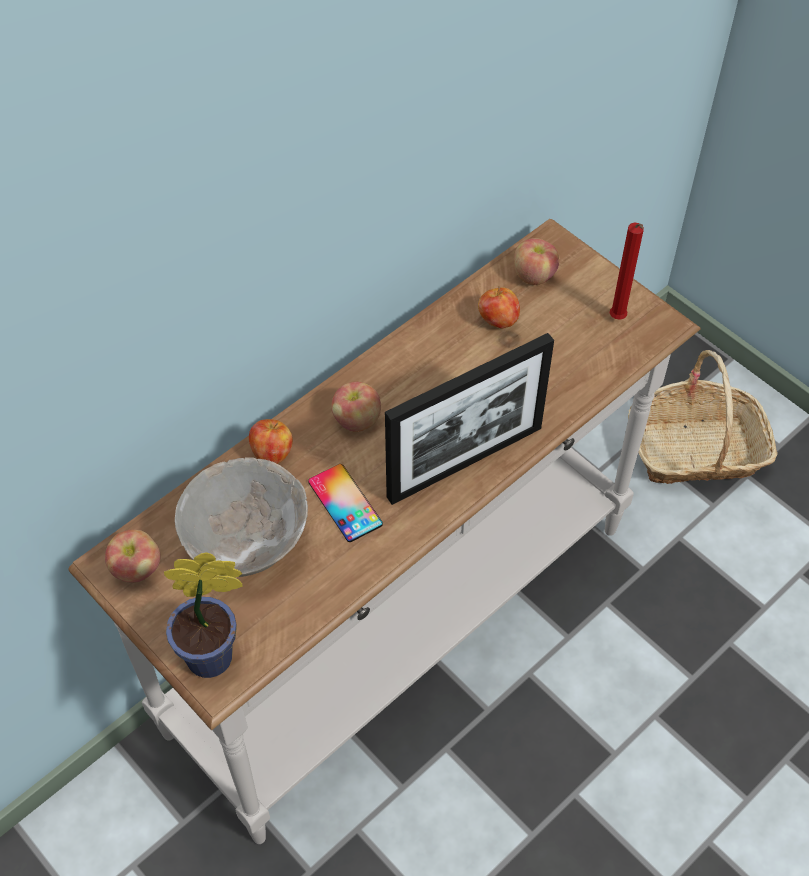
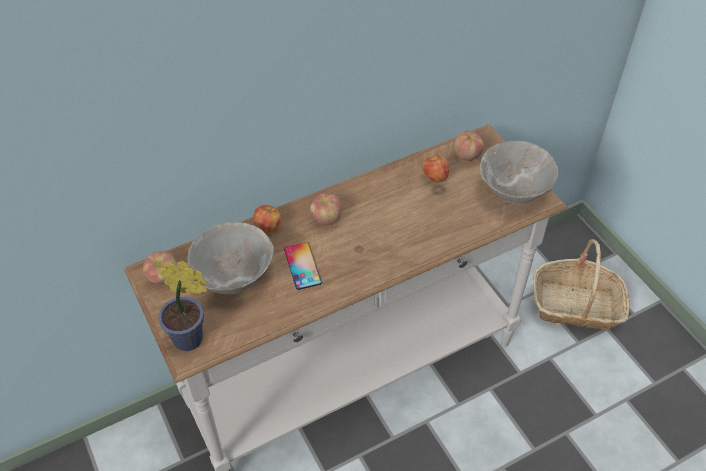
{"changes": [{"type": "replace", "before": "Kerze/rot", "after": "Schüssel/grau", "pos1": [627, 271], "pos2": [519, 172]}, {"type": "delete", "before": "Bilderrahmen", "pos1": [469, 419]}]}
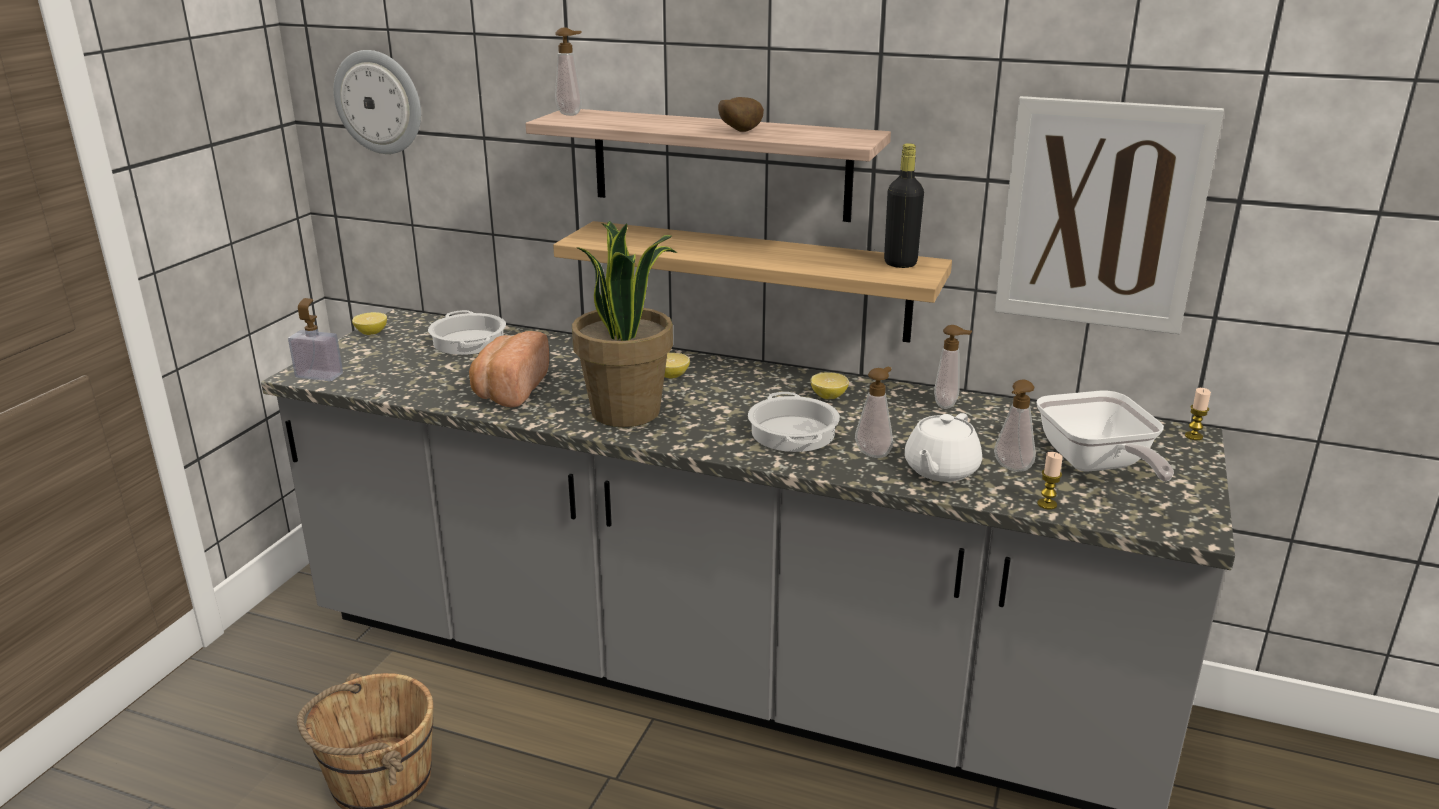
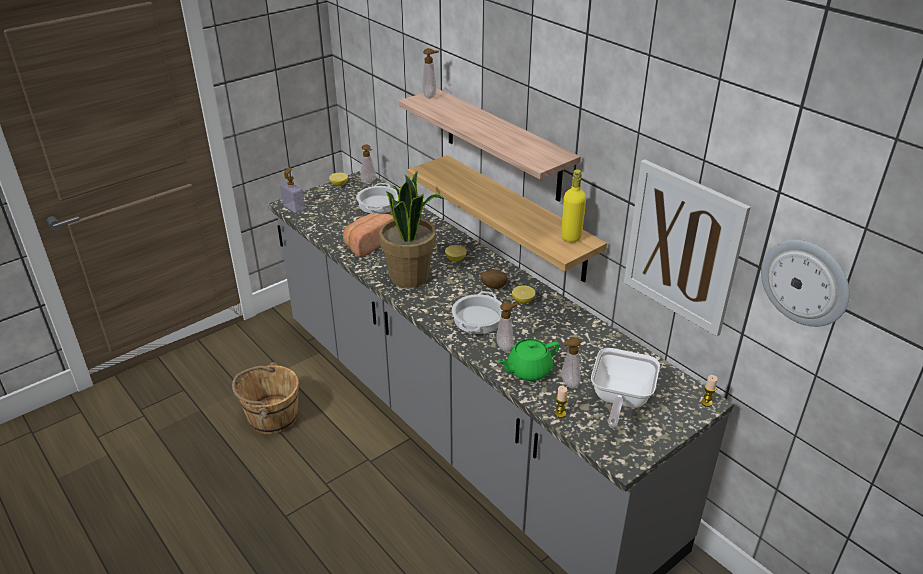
{"changes": [{"type": "move", "before": "Seifenspender", "pos1": [953, 367], "pos2": [368, 164]}, {"type": "move", "before": "Kartoffel", "pos1": [741, 114], "pos2": [494, 279]}, {"type": "recolor", "before": "Teekanne/weiß", "after": "Teekanne/grün", "pos1": [943, 447], "pos2": [528, 360]}, {"type": "recolor", "before": "Flasche/schwarz", "after": "Flasche/gelb", "pos1": [904, 205], "pos2": [573, 206]}, {"type": "move", "before": "Wanduhr", "pos1": [377, 102], "pos2": [805, 283]}]}
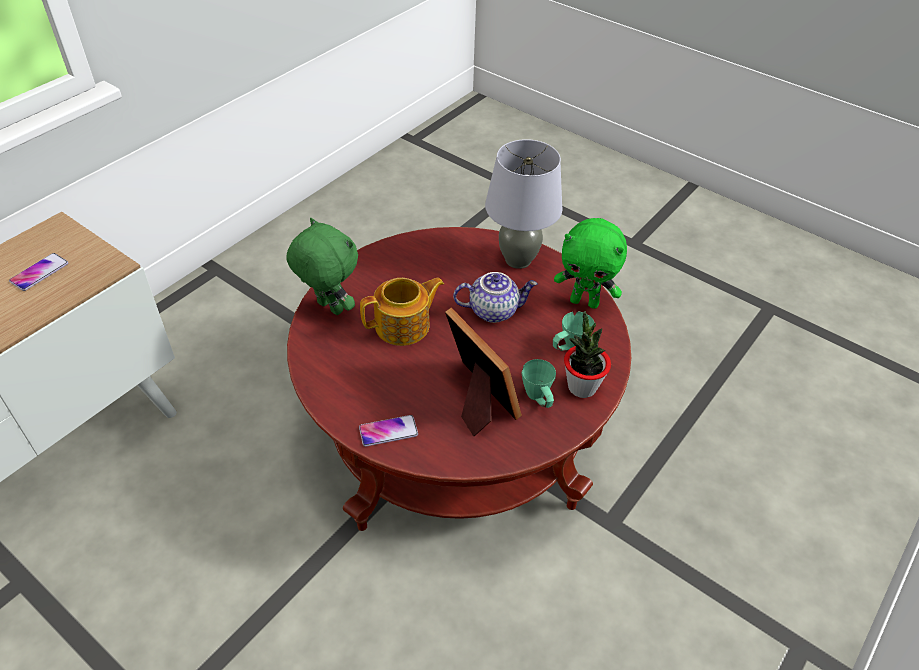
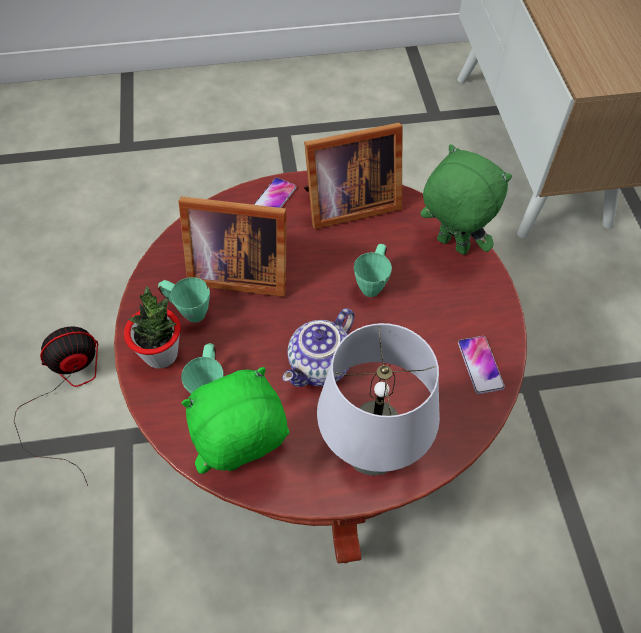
{"changes": [{"type": "insert", "after": "Ventilator", "pos2": [56, 406]}, {"type": "insert", "after": "Bilderrahmen", "pos2": [353, 175]}, {"type": "replace", "before": "Teekanne", "after": "Henkelbecher/grün", "pos1": [402, 312], "pos2": [373, 270]}, {"type": "rotate", "before": "Plüschtier/grün", "pos1": [322, 266], "pos2": [466, 199], "turn": -135}, {"type": "move", "before": "Handy", "pos1": [38, 272], "pos2": [481, 365]}]}
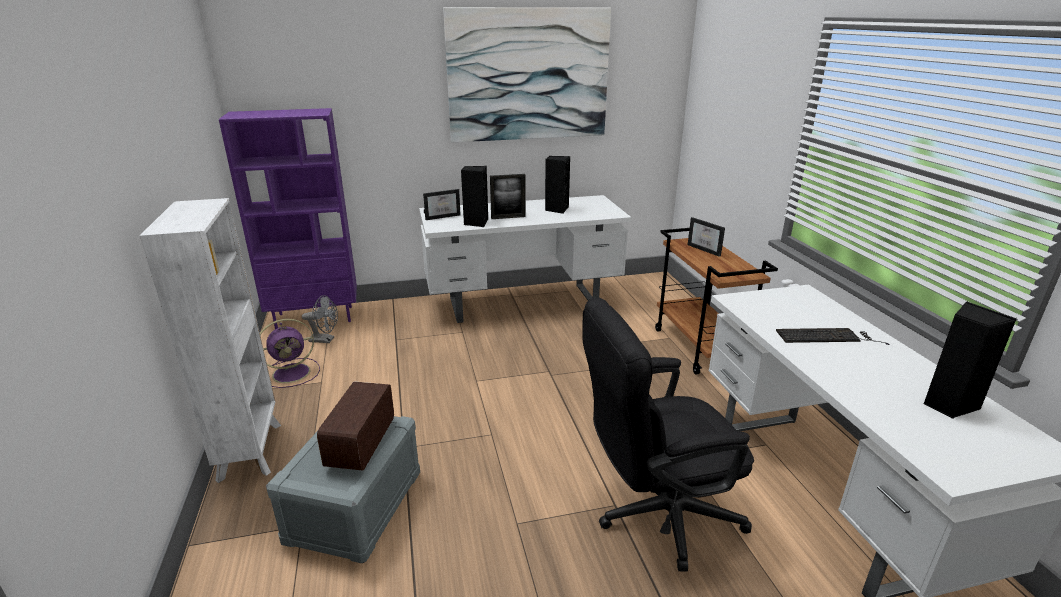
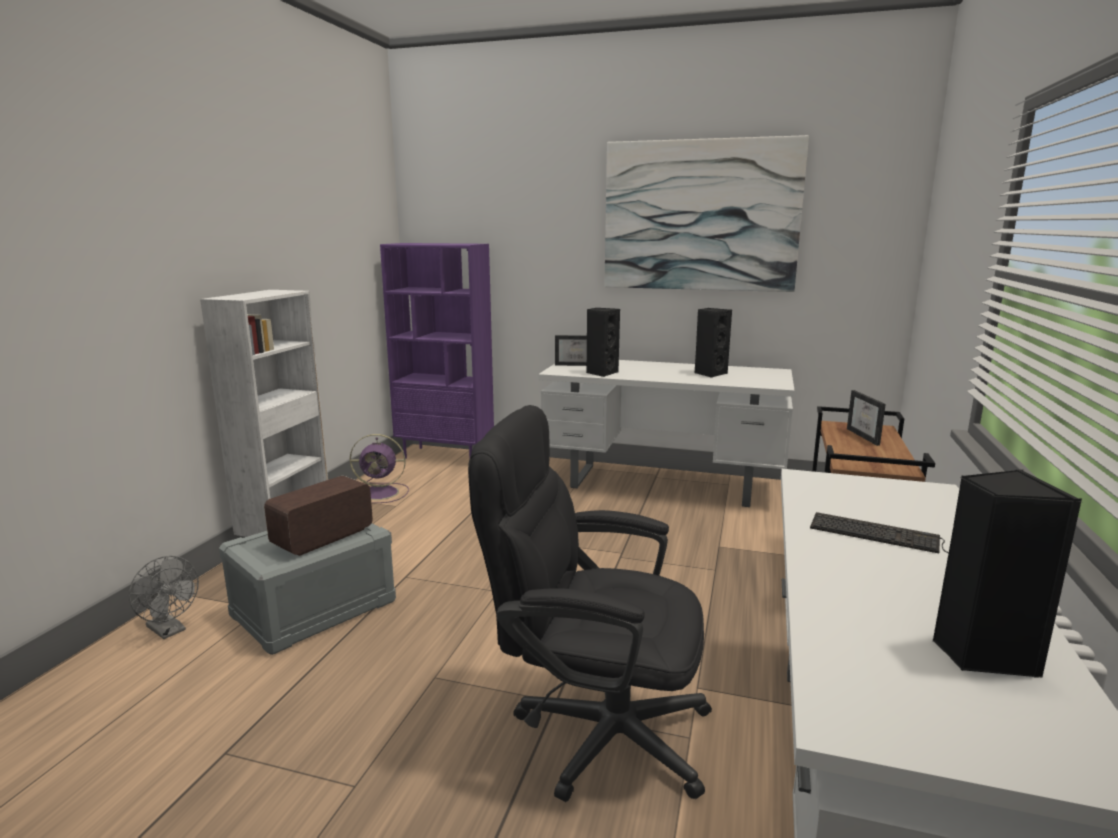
{"changes": [{"type": "move", "before": "Ventilator/grau", "pos1": [320, 319], "pos2": [164, 597]}, {"type": "delete", "before": "Bilderrahmen", "pos1": [508, 196]}]}
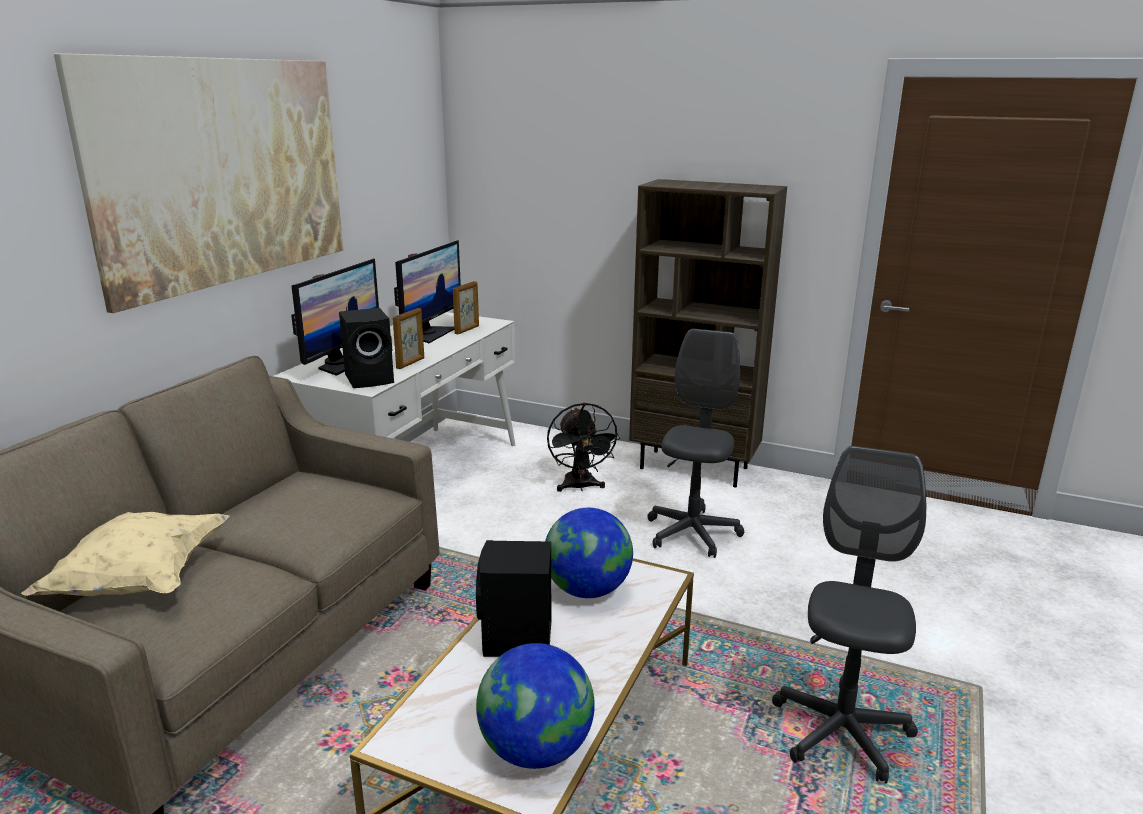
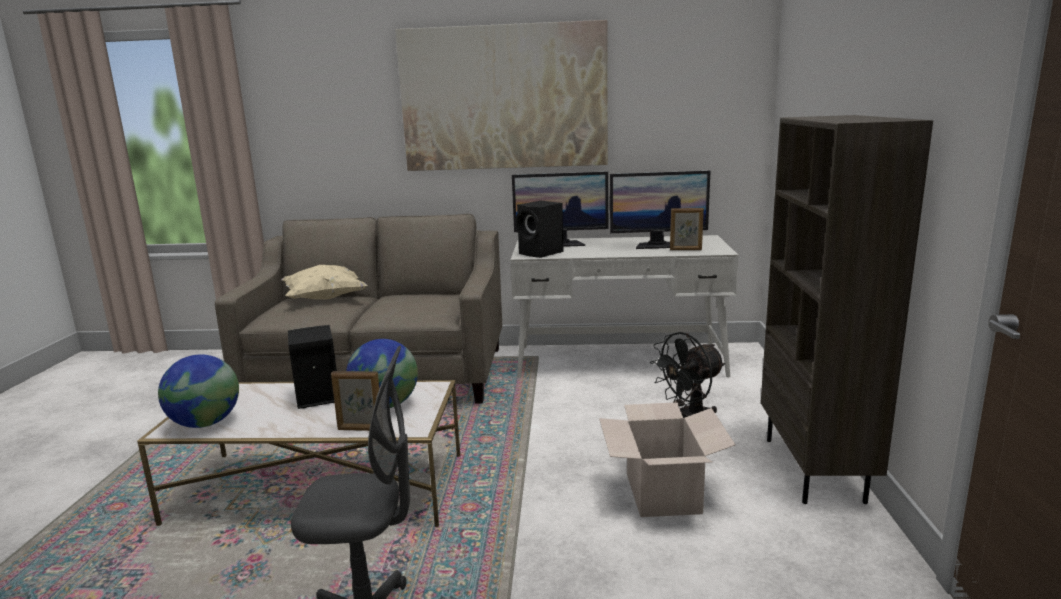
{"changes": [{"type": "move", "before": "Bilderrahmen", "pos1": [408, 338], "pos2": [355, 401]}, {"type": "replace", "before": "Bürostuhl/grau", "after": "Karton", "pos1": [696, 443], "pos2": [667, 459]}]}
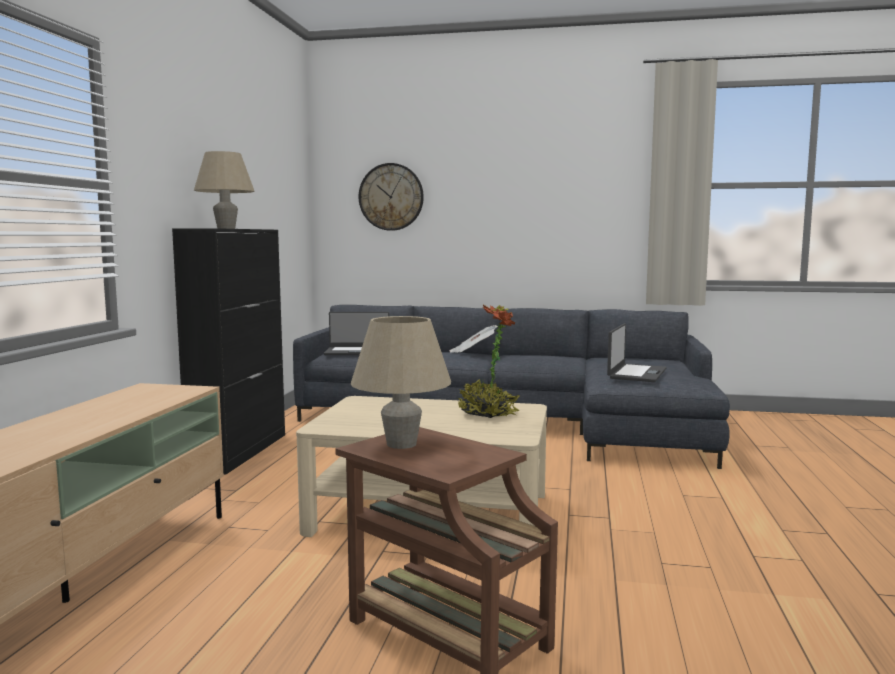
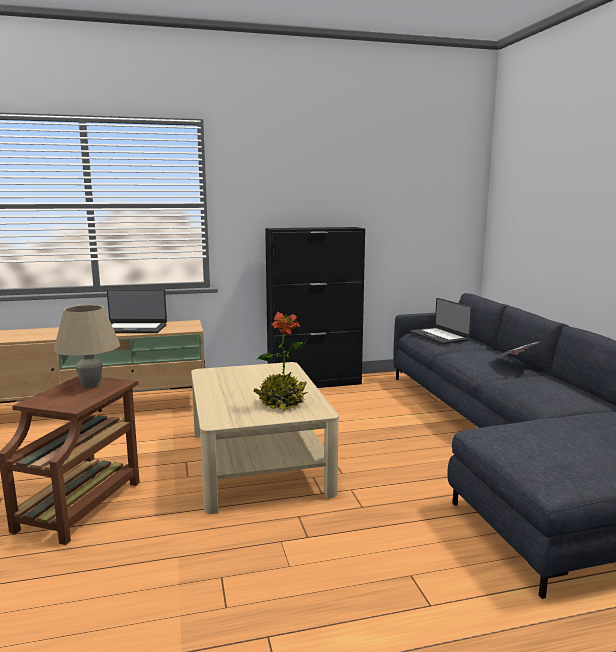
{"changes": [{"type": "move", "before": "Laptop", "pos1": [636, 352], "pos2": [137, 311]}, {"type": "delete", "before": "Tischlampe/beige", "pos1": [224, 190]}, {"type": "delete", "before": "Wanduhr", "pos1": [391, 197]}]}
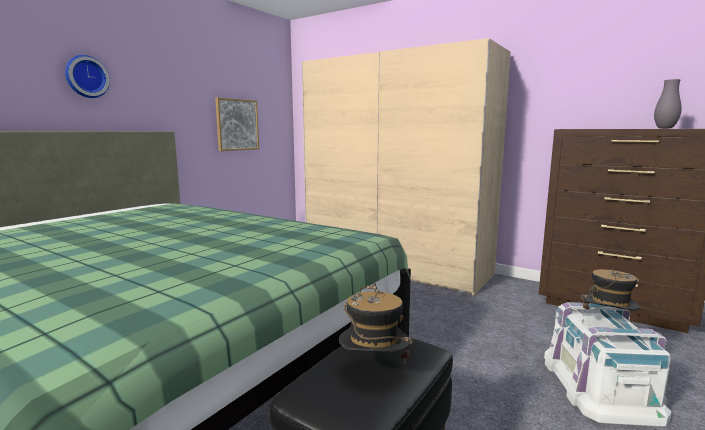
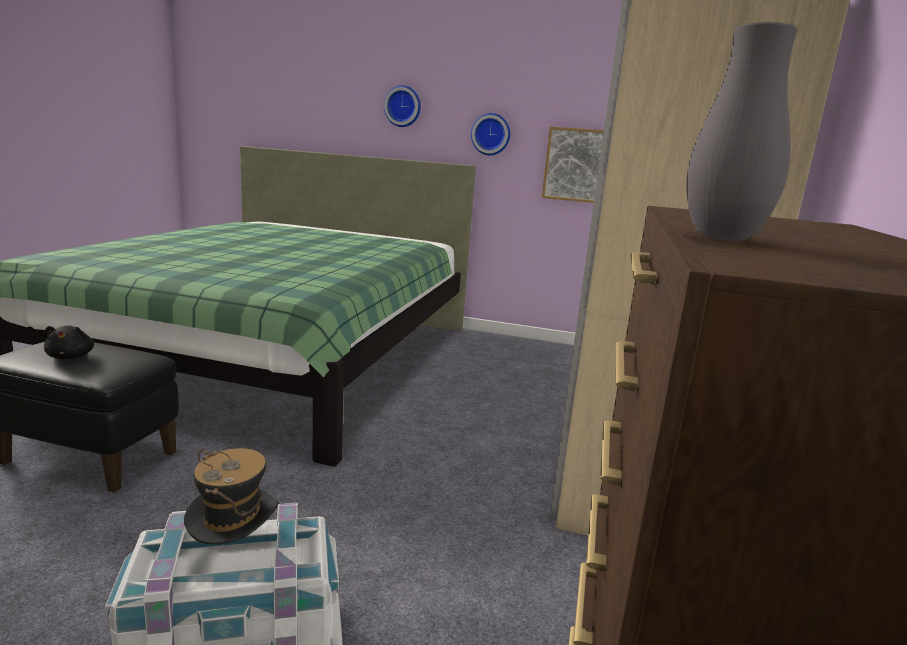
{"changes": [{"type": "replace", "before": "Hut", "after": "Plüschtier/schwarz", "pos1": [376, 323], "pos2": [68, 342]}, {"type": "insert", "after": "Wanduhr", "pos2": [490, 134]}]}
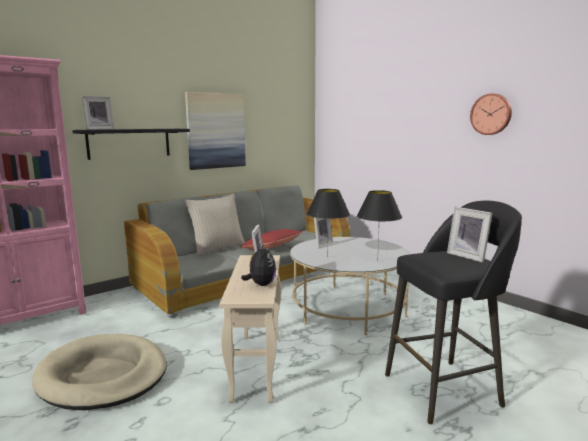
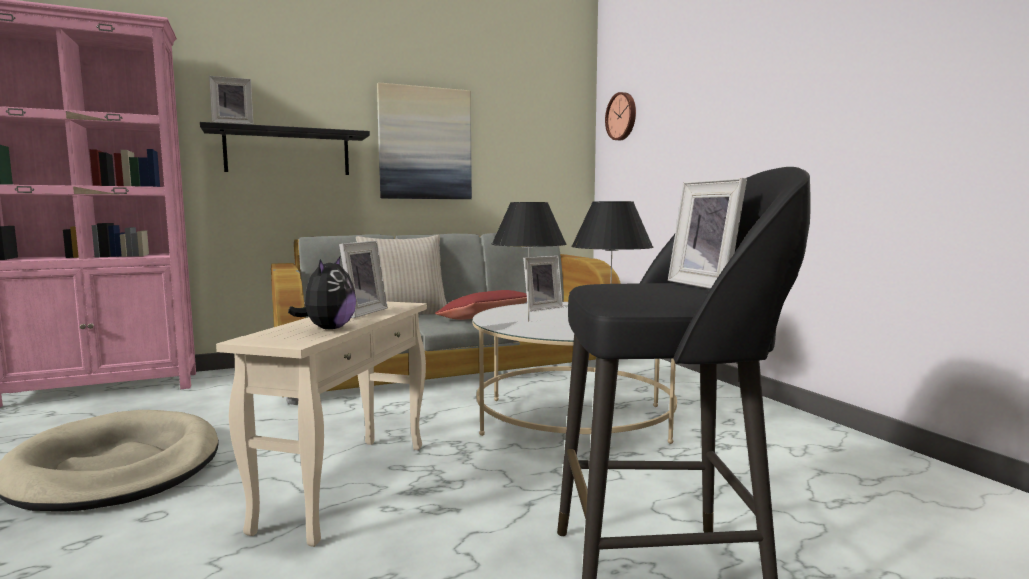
{"changes": [{"type": "move", "before": "Wanduhr", "pos1": [491, 114], "pos2": [620, 116]}]}
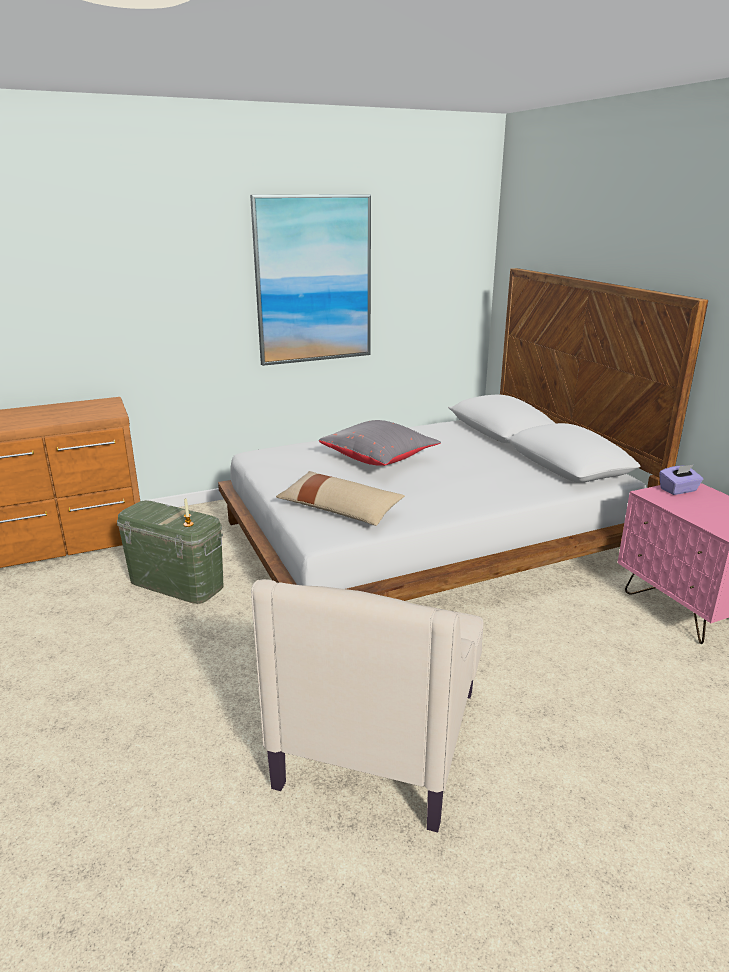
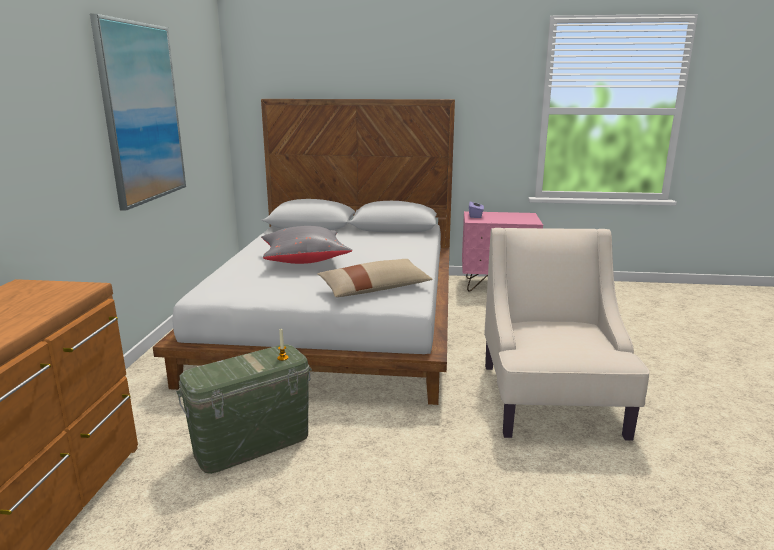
{"changes": [{"type": "rotate", "before": "Sessel/beige", "pos1": [367, 706], "pos2": [567, 334], "turn": -135}]}
